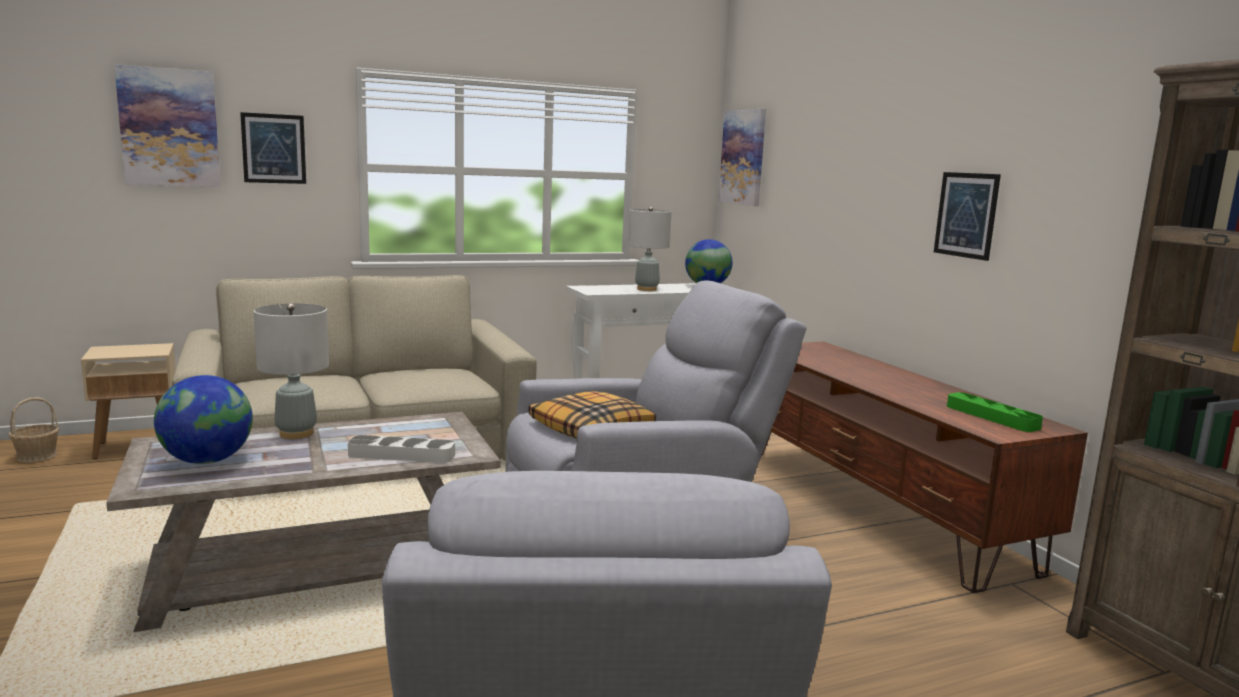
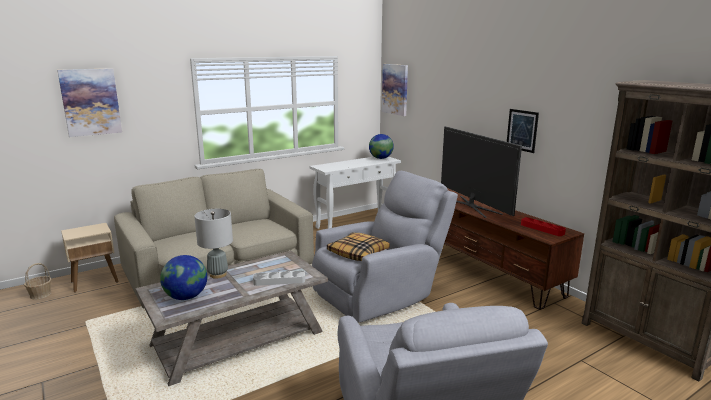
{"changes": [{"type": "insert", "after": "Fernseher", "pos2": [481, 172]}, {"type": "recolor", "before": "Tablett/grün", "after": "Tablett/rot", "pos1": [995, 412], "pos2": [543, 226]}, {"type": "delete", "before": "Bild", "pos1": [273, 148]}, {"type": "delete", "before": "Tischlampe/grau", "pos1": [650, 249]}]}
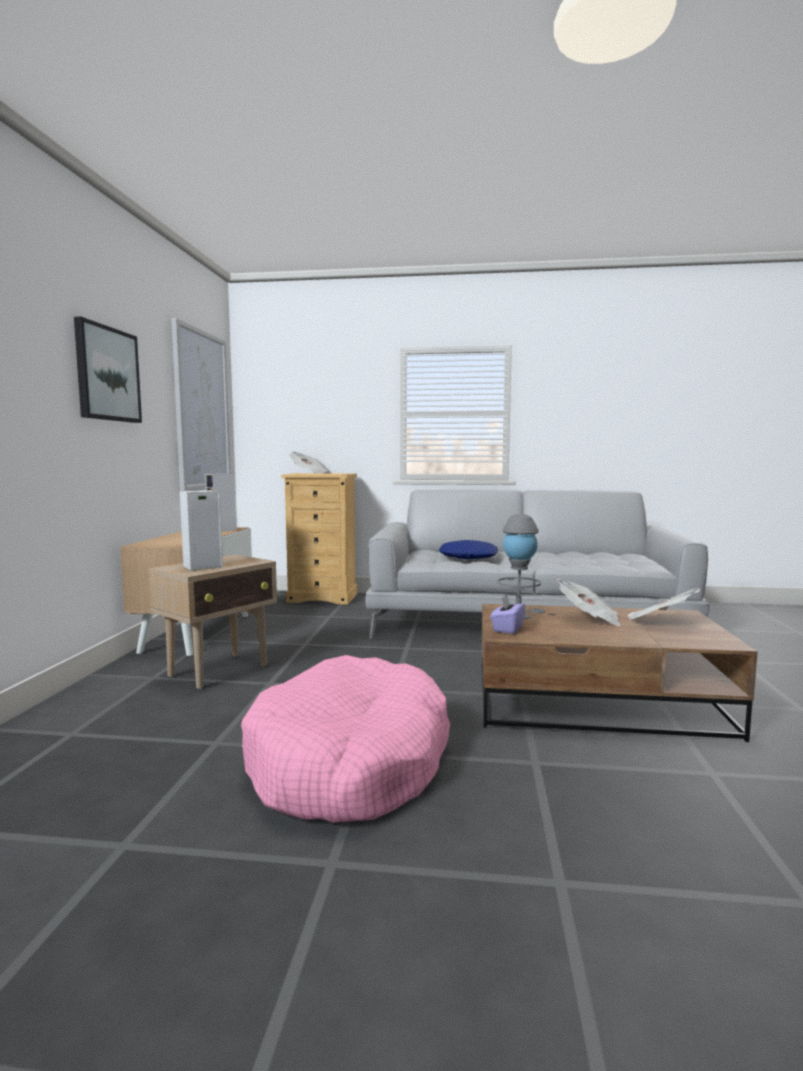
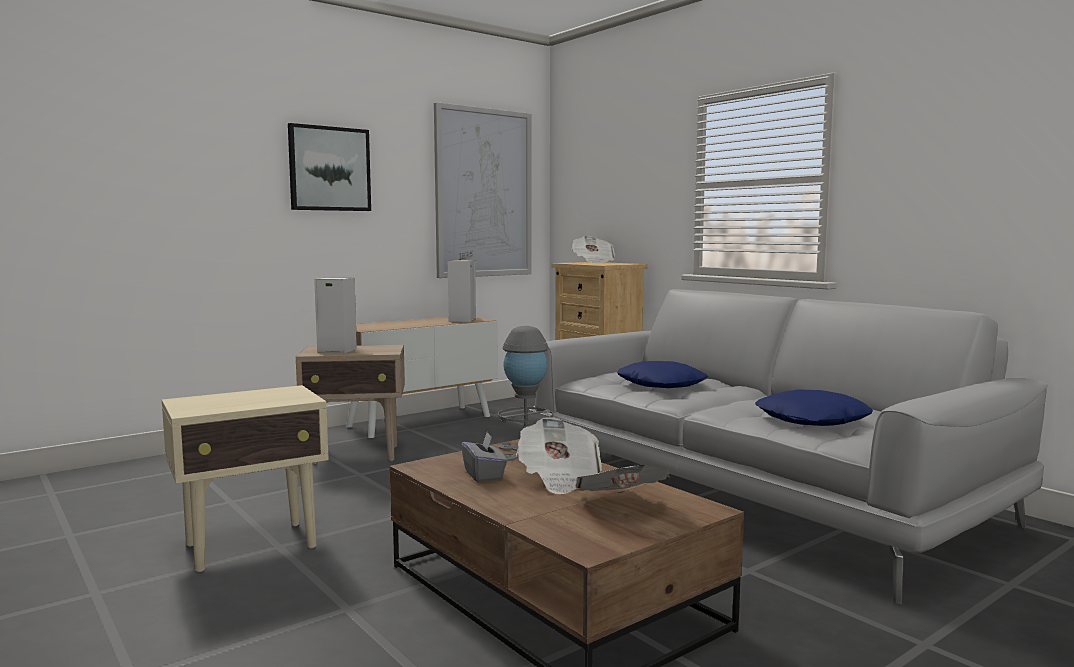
{"changes": [{"type": "replace", "before": "Hundebett/rosa", "after": "Beistelltisch/beige", "pos1": [345, 739], "pos2": [245, 478]}, {"type": "insert", "after": "Taschentuchbox/grau", "pos2": [484, 457]}, {"type": "insert", "after": "Kissen/blau", "pos2": [814, 407]}, {"type": "delete", "before": "Taschentuchbox/lila", "pos1": [508, 614]}]}
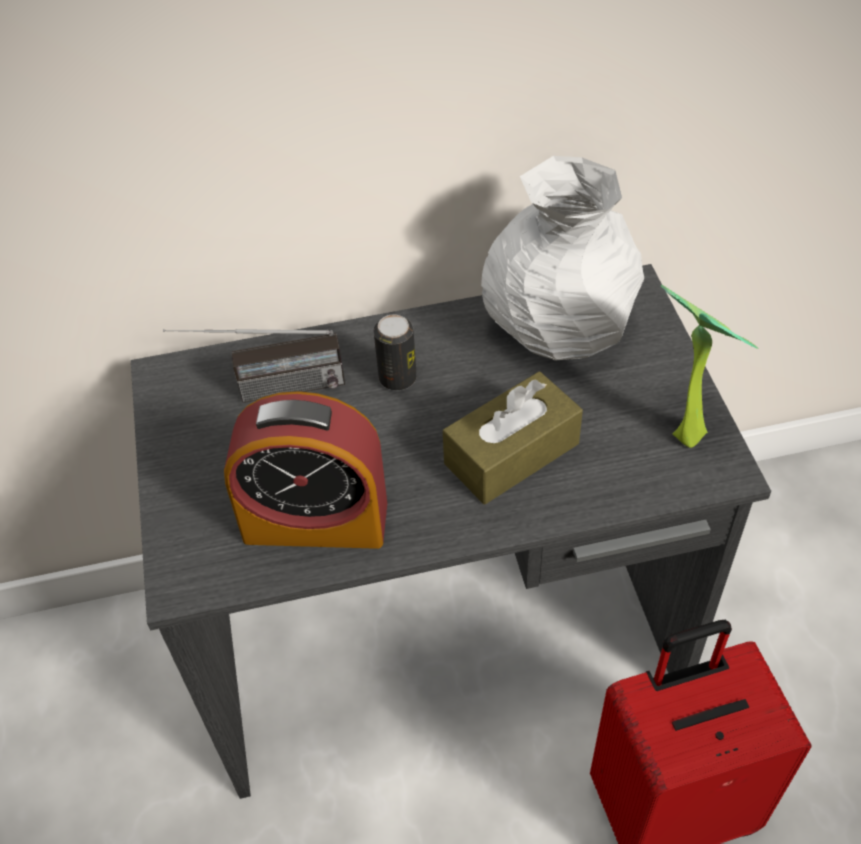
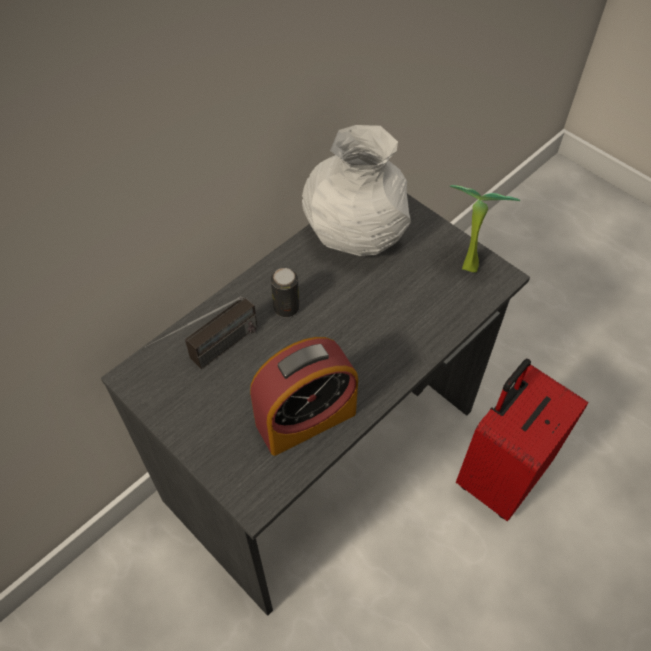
{"changes": [{"type": "delete", "before": "Taschentuchbox/braun", "pos1": [513, 437]}]}
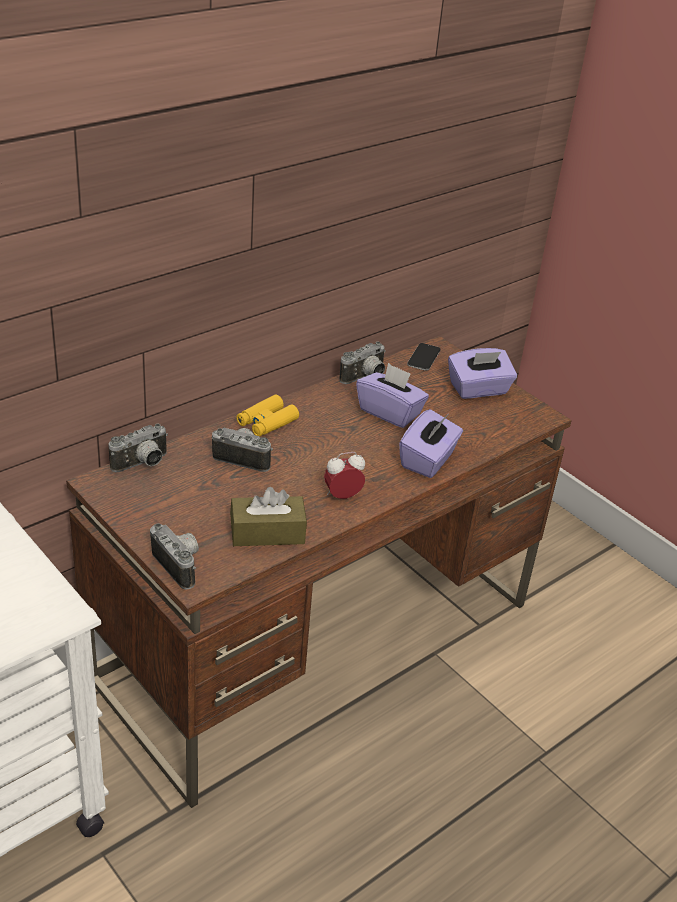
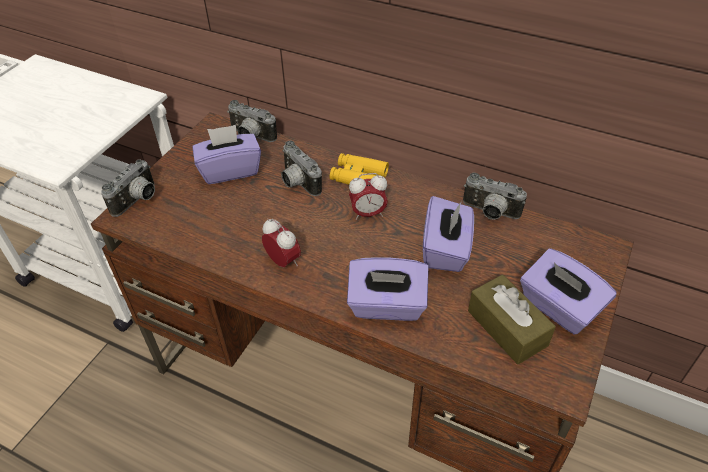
{"changes": [{"type": "insert", "after": "Taschentuchbox/lila", "pos2": [226, 154]}, {"type": "rotate", "before": "Kamera", "pos1": [242, 450], "pos2": [301, 168], "turn": 150}, {"type": "insert", "after": "Wecker", "pos2": [368, 196]}, {"type": "move", "before": "Taschentuchbox/braun", "pos1": [268, 516], "pos2": [512, 319]}, {"type": "delete", "before": "Handy", "pos1": [423, 357]}]}
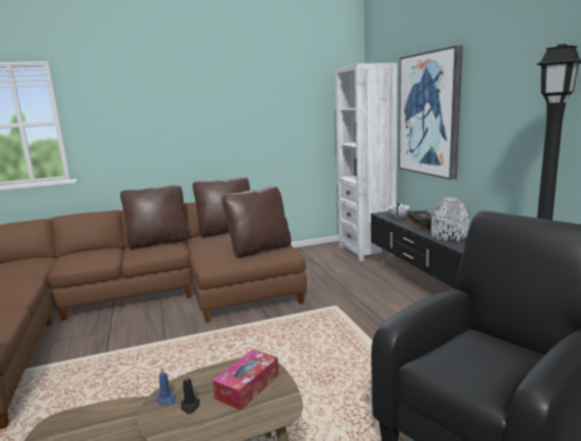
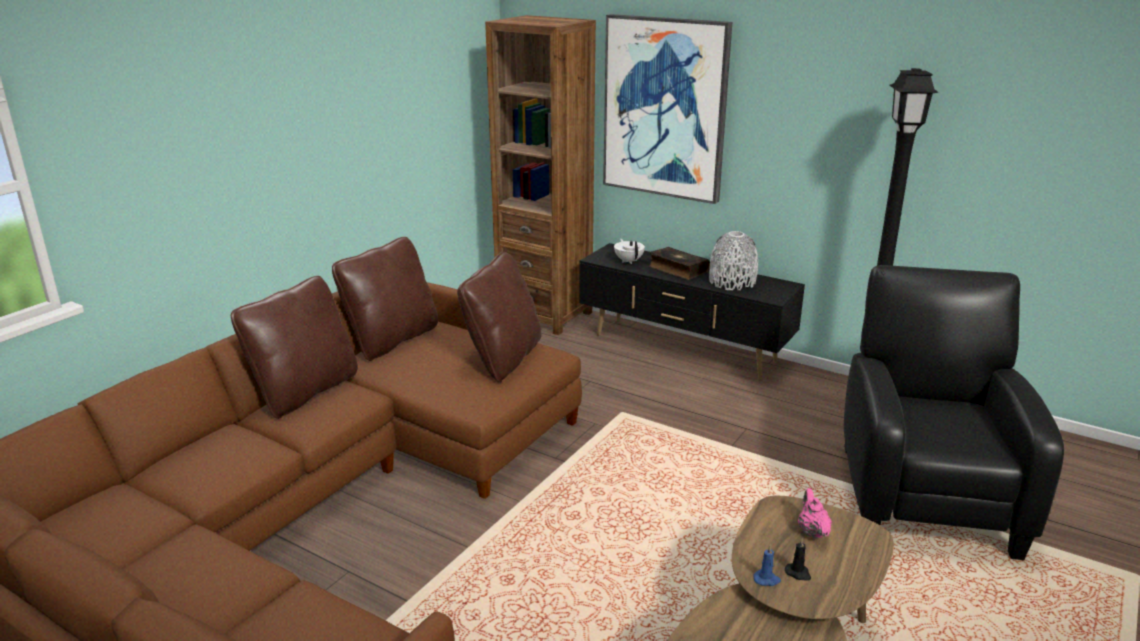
{"changes": [{"type": "recolor", "before": "Bücherregal/weiß", "after": "Bücherregal/braun", "pos1": [366, 162], "pos2": [540, 175]}, {"type": "replace", "before": "Taschentuchbox", "after": "Teekanne/rosa", "pos1": [246, 379], "pos2": [815, 513]}]}
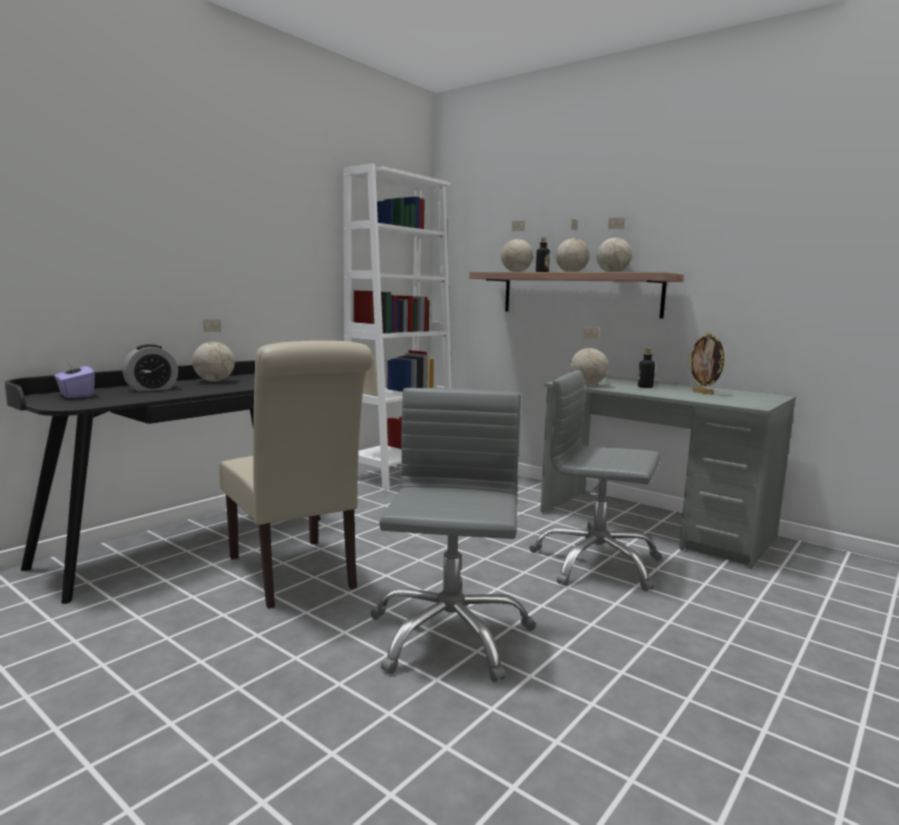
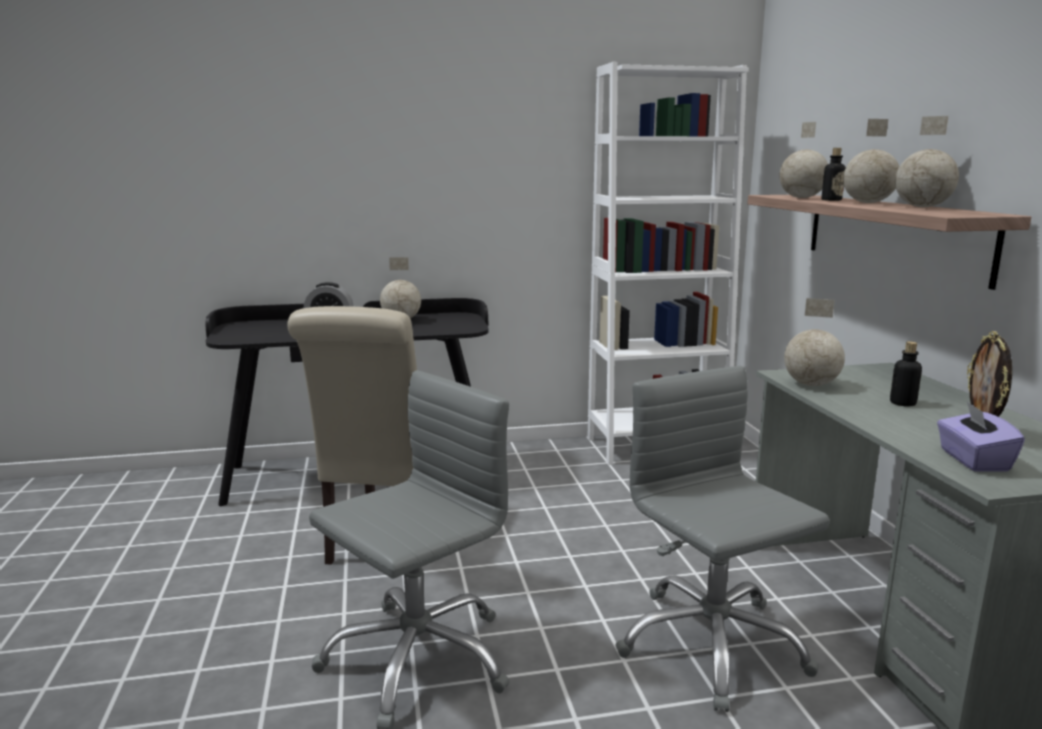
{"changes": [{"type": "move", "before": "Taschentuchbox/lila", "pos1": [74, 379], "pos2": [981, 436]}]}
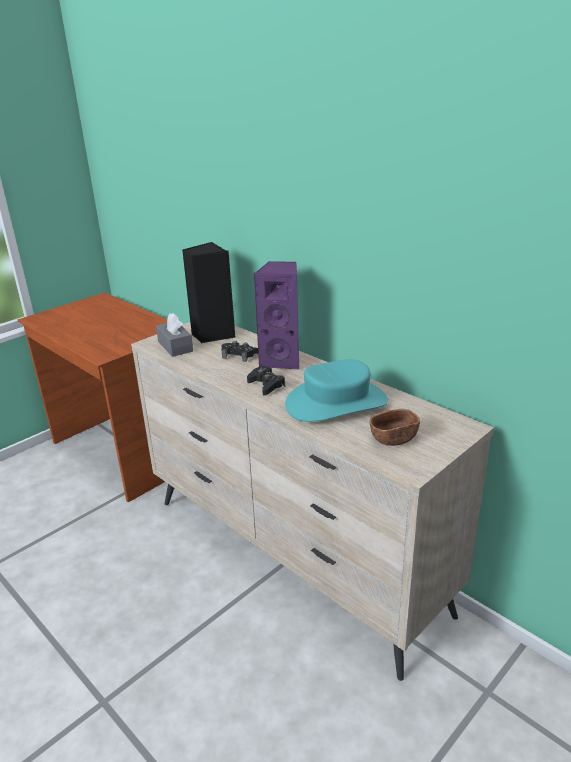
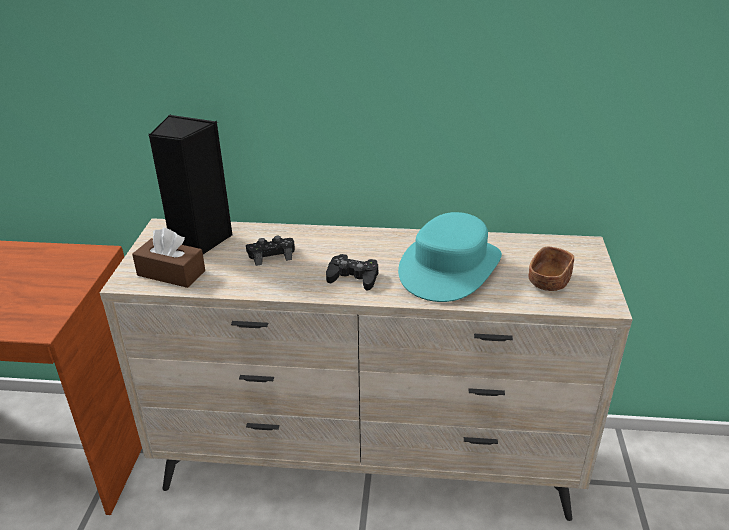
{"changes": [{"type": "recolor", "before": "Taschentuchbox/grau", "after": "Taschentuchbox/braun", "pos1": [174, 335], "pos2": [168, 258]}, {"type": "delete", "before": "Lautsprecher/lila", "pos1": [276, 315]}]}
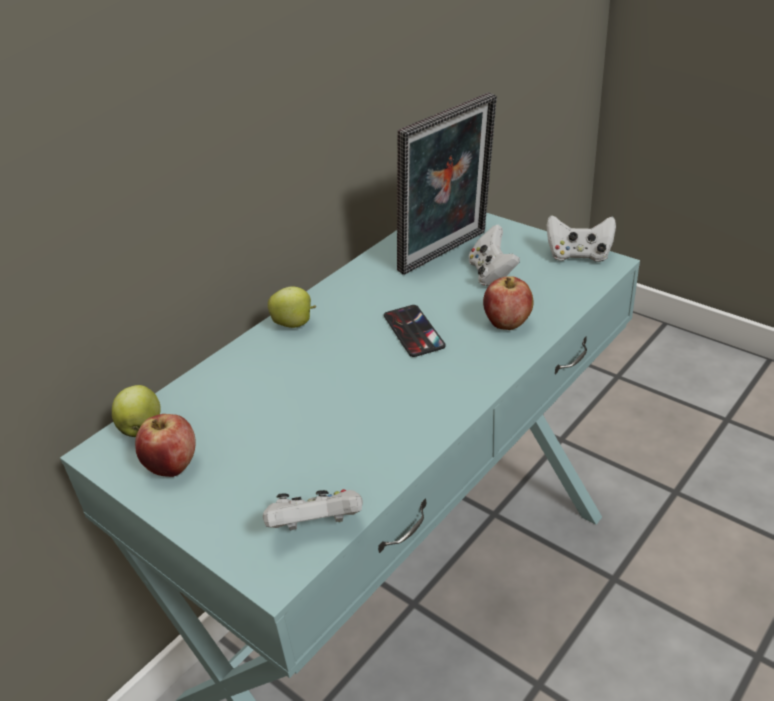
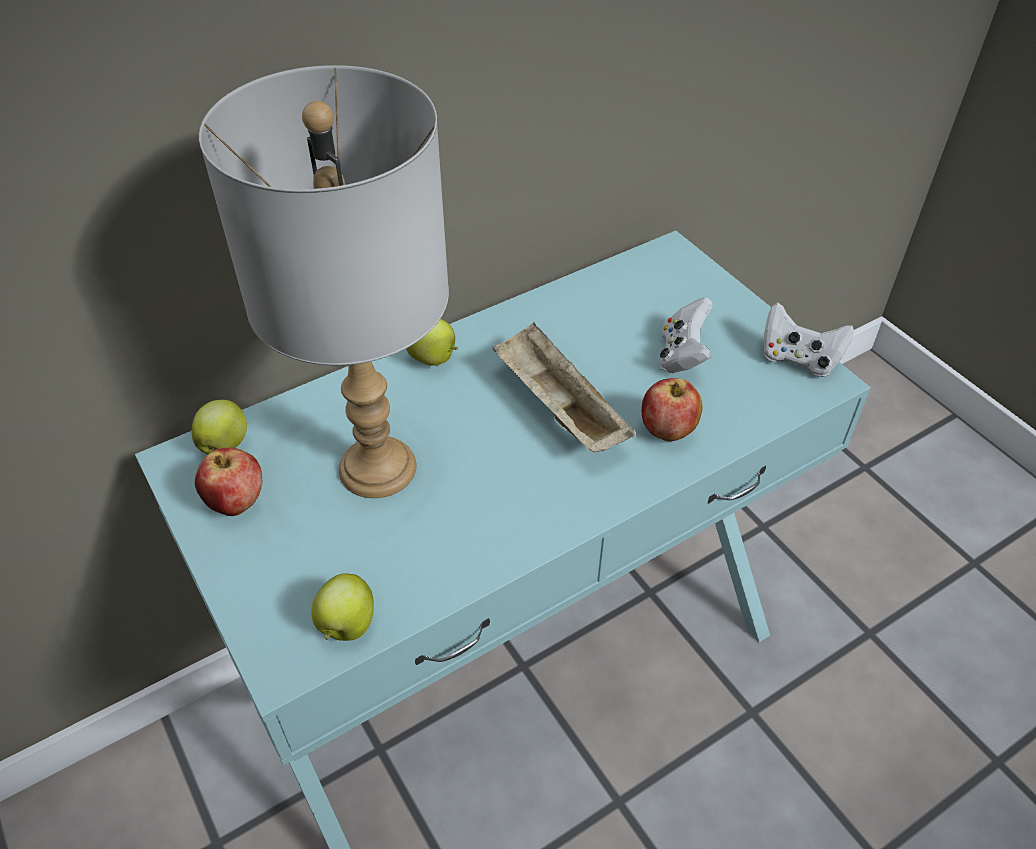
{"changes": [{"type": "insert", "after": "Tischlampe/grau", "pos2": [324, 281]}, {"type": "replace", "before": "Gamepad/weiß", "after": "Apfel", "pos1": [313, 510], "pos2": [342, 607]}, {"type": "replace", "before": "Handy", "after": "Tablett/beige", "pos1": [415, 331], "pos2": [564, 388]}, {"type": "delete", "before": "Bilderrahmen", "pos1": [447, 183]}]}
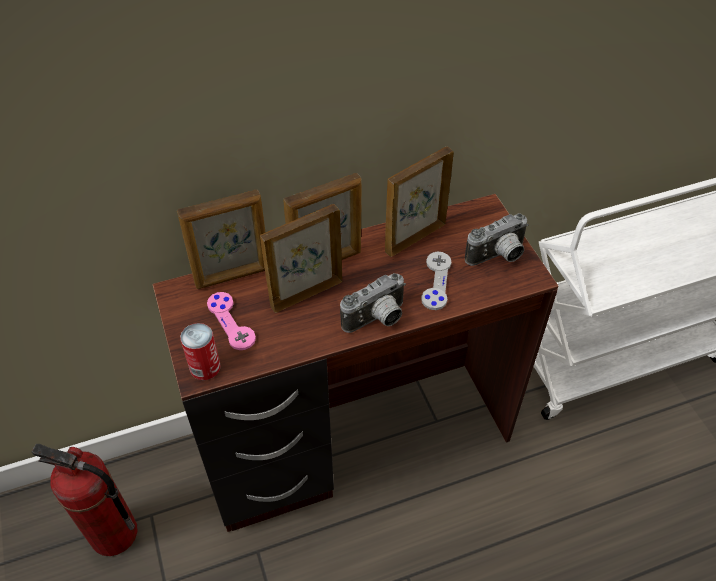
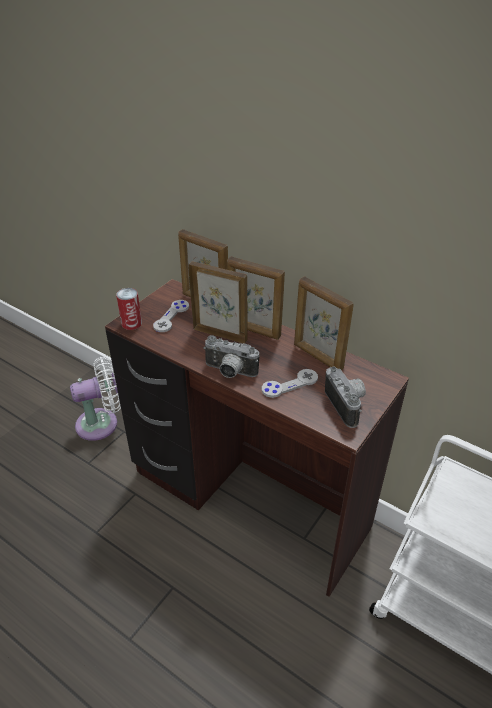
{"changes": [{"type": "replace", "before": "Feuerlöscher", "after": "Ventilator/weiß", "pos1": [84, 500], "pos2": [95, 399]}, {"type": "recolor", "before": "Gamepad/rosa", "after": "Gamepad/grau", "pos1": [231, 321], "pos2": [171, 316]}, {"type": "rotate", "before": "Bilderrahmen", "pos1": [419, 202], "pos2": [324, 323], "turn": -150}, {"type": "rotate", "before": "Kamera", "pos1": [497, 239], "pos2": [345, 397], "turn": -135}]}
